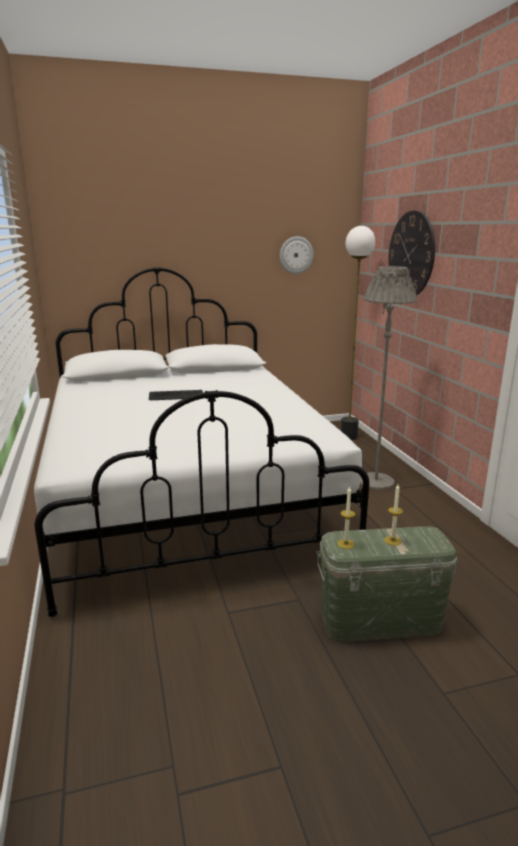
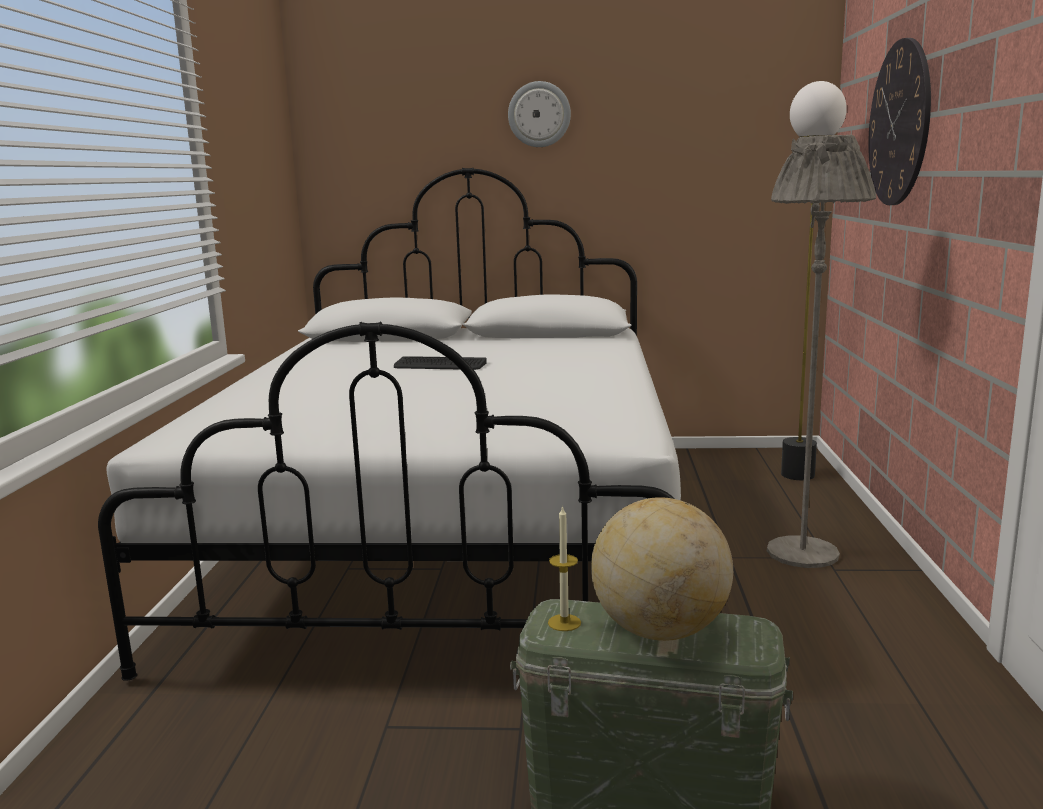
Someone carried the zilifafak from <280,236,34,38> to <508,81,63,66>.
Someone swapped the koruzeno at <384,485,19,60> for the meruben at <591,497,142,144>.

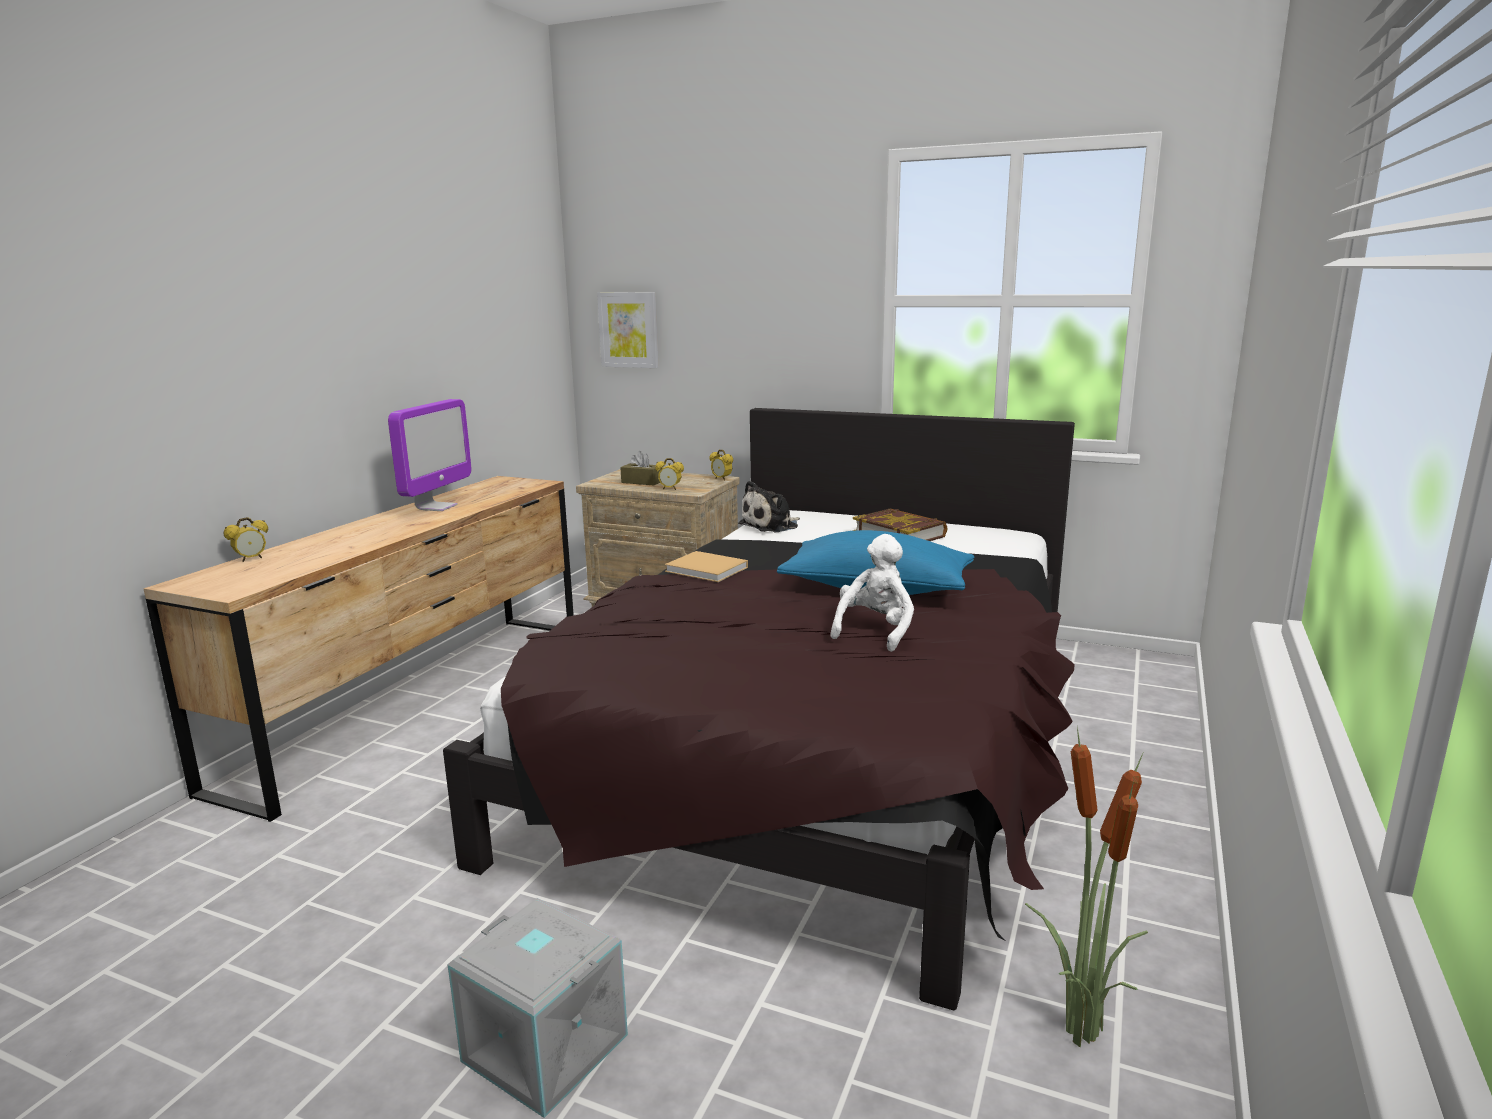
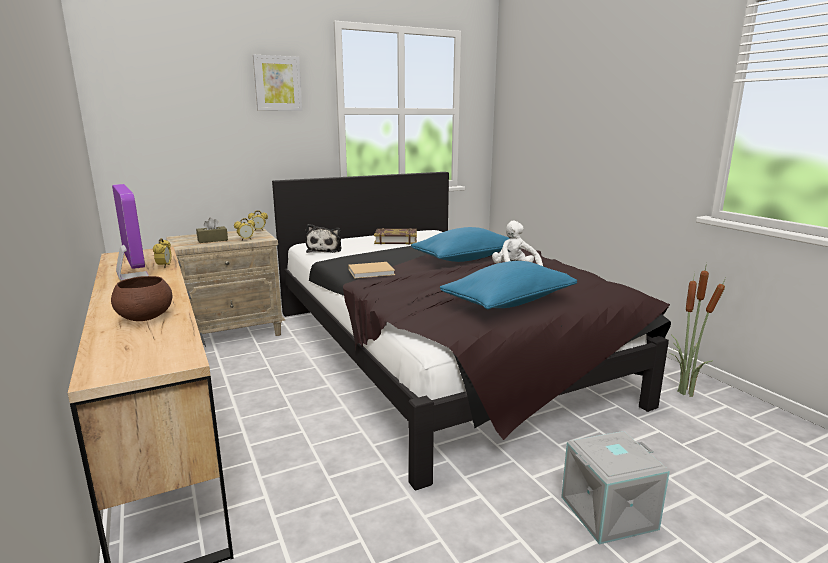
Someone put down the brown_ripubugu at <111,276,61,45>.
Someone put down the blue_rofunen at <440,261,137,48>.
Someone carried the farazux from <223,517,45,45> to <153,238,18,30>.
Someone carried the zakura from <597,292,62,76> to <253,55,49,56>.

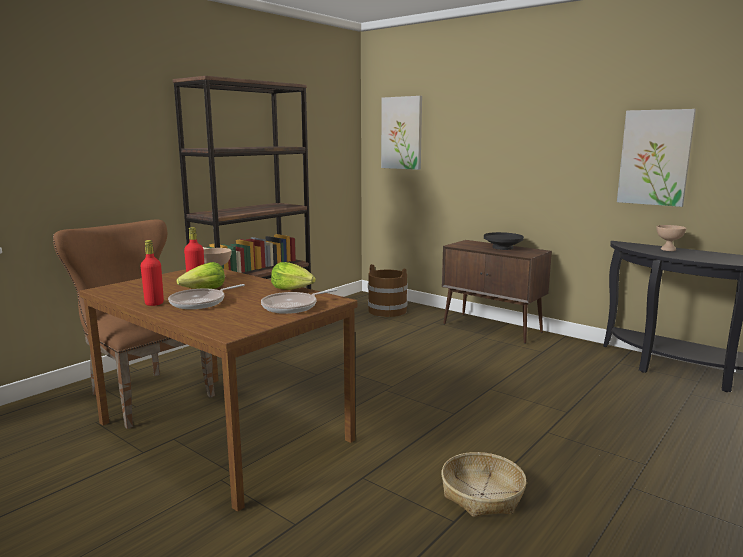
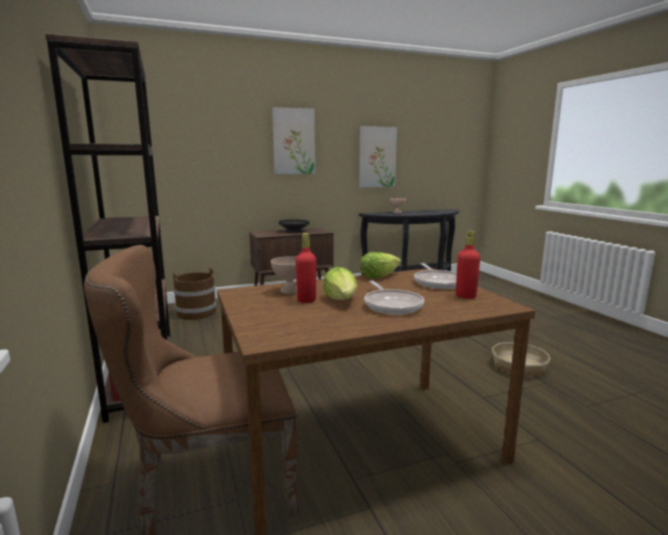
Someone carried the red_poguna from <140,240,24,66> to <456,231,24,68>.
Someone carried the zakura from <381,96,41,74> to <272,107,43,67>.

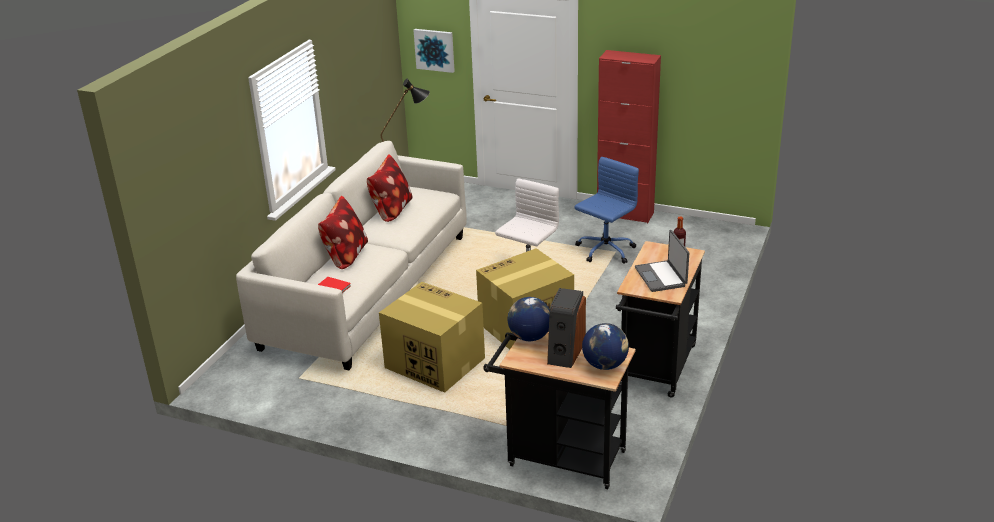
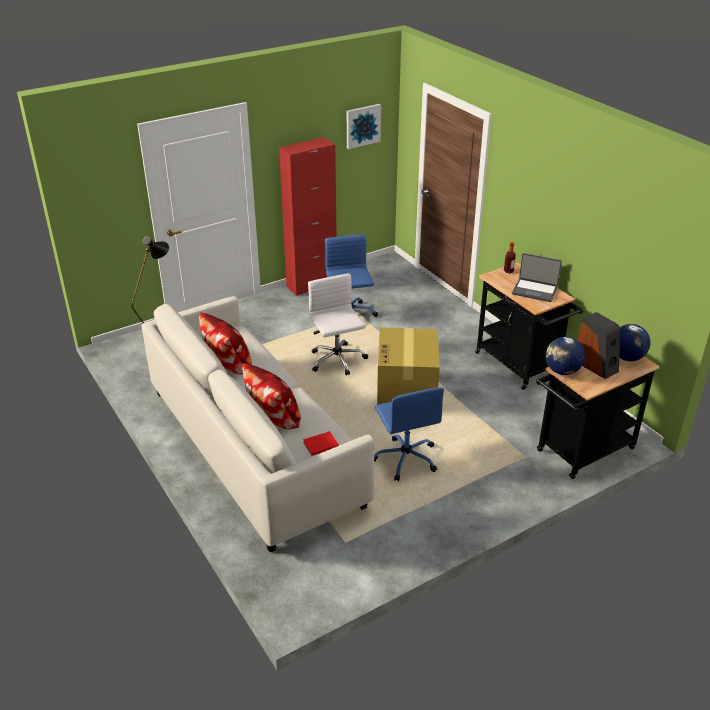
Someone carried the zakura from <414,29,41,44> to <347,104,34,45>.
Someone swapped the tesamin at <379,282,106,111> for the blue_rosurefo at <374,387,70,94>.

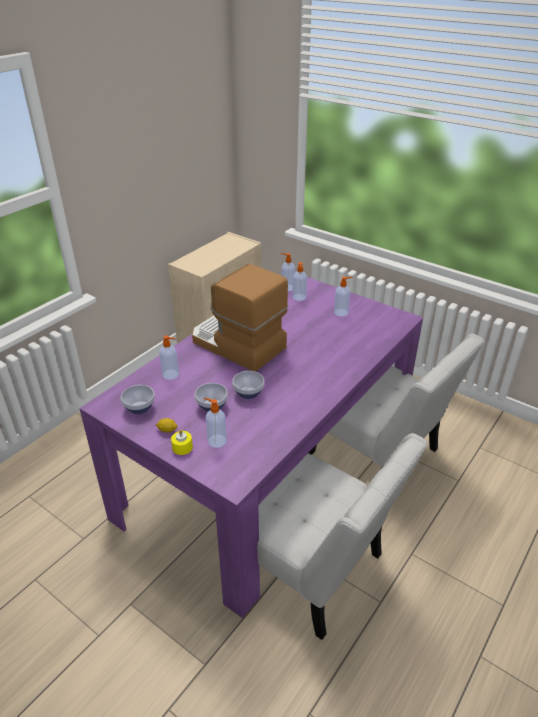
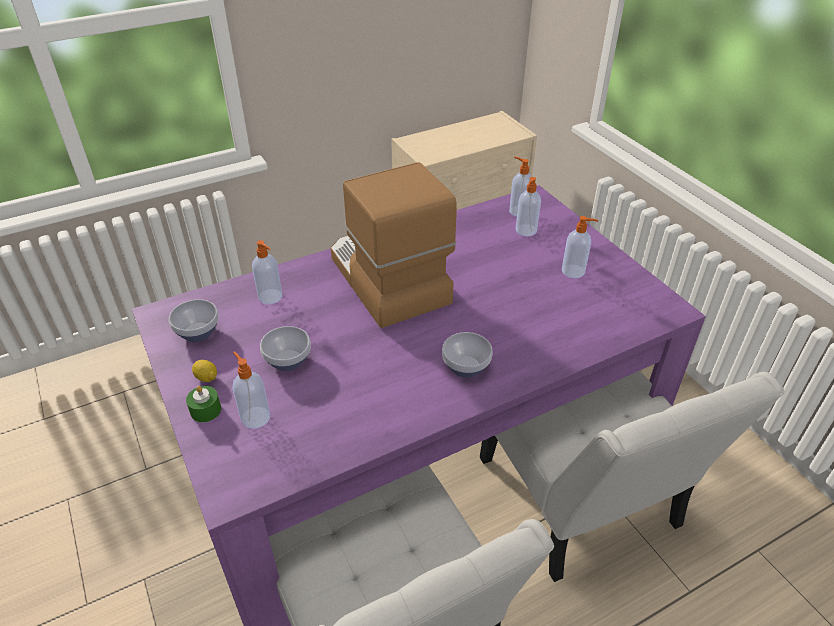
Someone carried the ripubugu from <232,371,33,28> to <442,332,51,46>.
Someone repainted the yellow_koruzeno at <171,430,22,25>, which became the green_koruzeno at <186,386,35,36>.

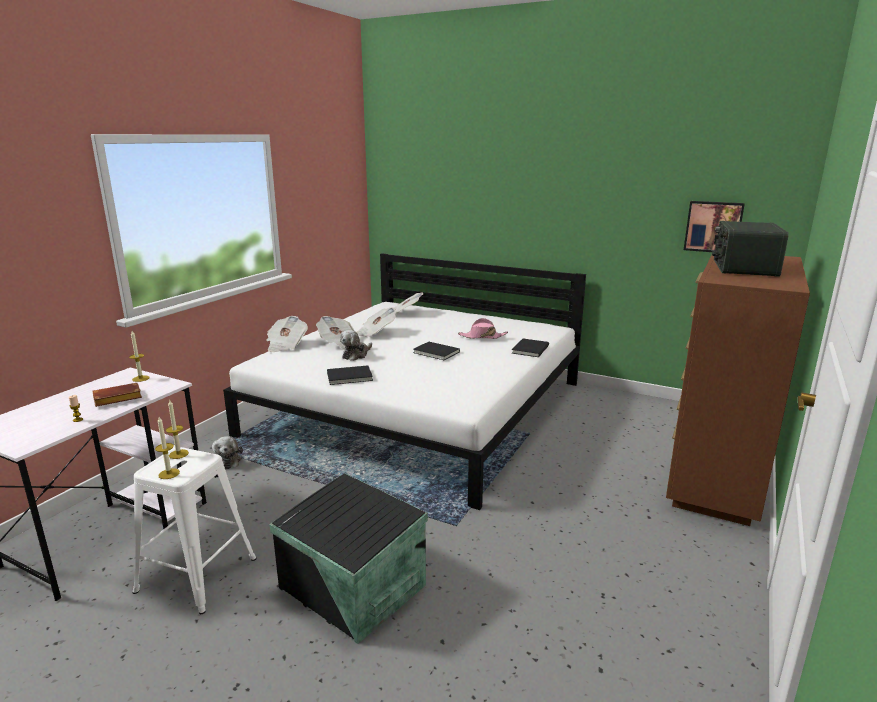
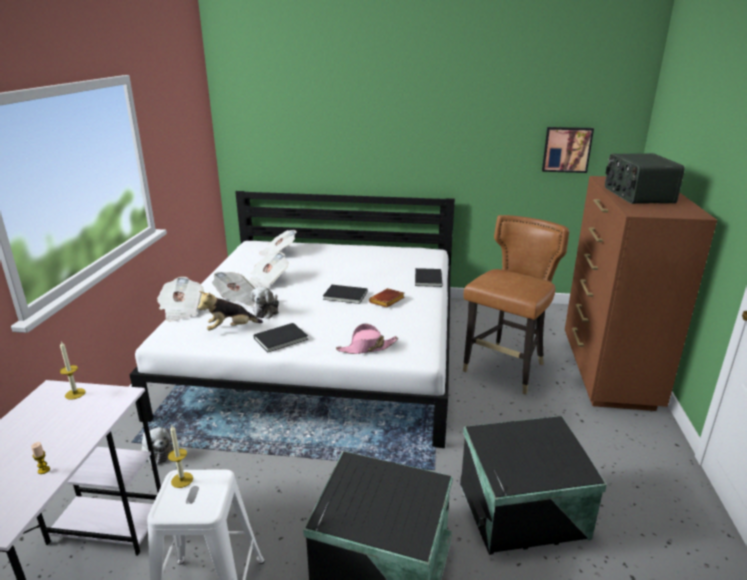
Someone took away the koruzeno at <155,417,25,62>.
Someone put down the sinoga at <198,291,65,40>.
Someone put down the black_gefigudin at <460,416,147,139>.
Someone put down the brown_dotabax at <463,215,106,180>.
Someone carried the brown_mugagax from <92,383,50,24> to <369,288,36,20>.
Someone carried the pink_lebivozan from <458,318,50,21> to <336,324,62,30>.

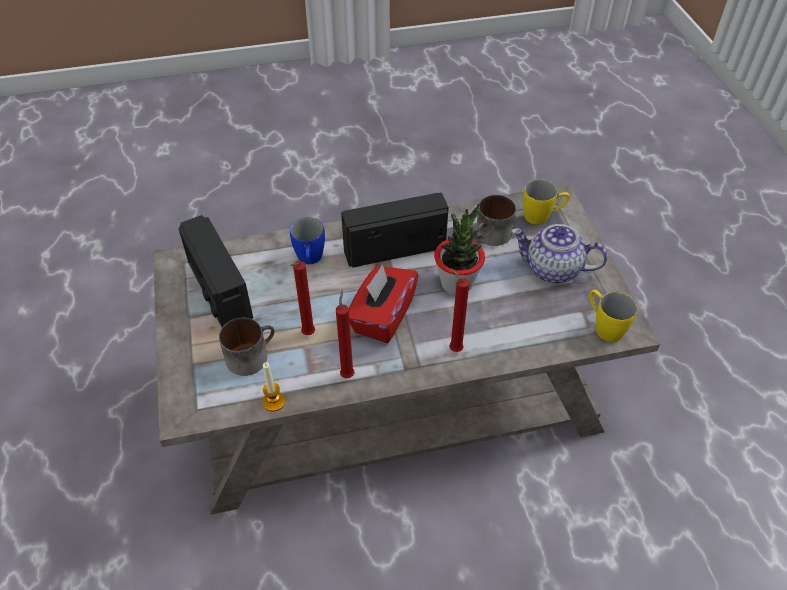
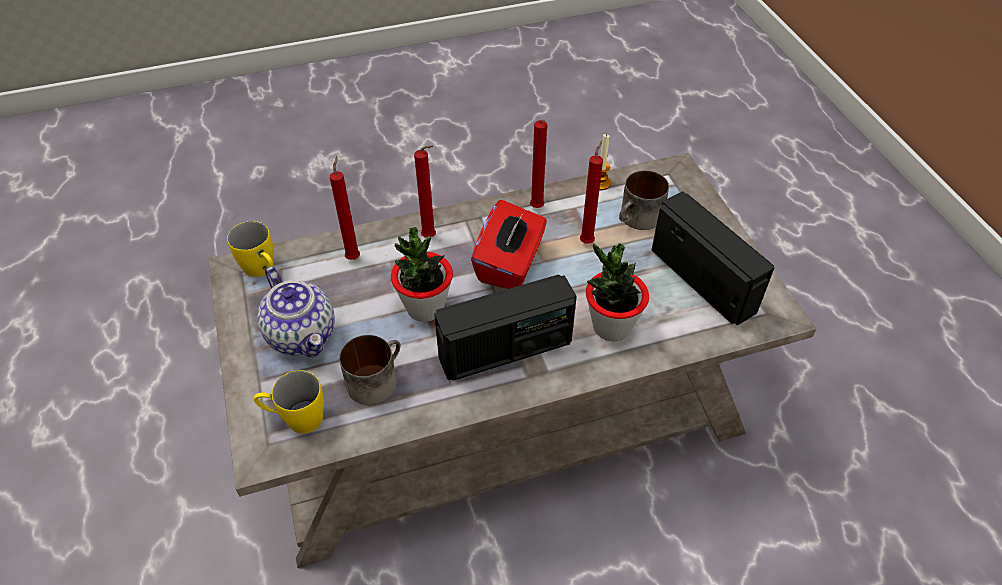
Someone put down the red_koruzeno at <330,156,30,104>.
Someone swapped the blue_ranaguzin at <290,217,35,47> for the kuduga at <586,243,63,98>.
Someone rotated the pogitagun at <511,224,96,59> by 45 degrees clockwise.

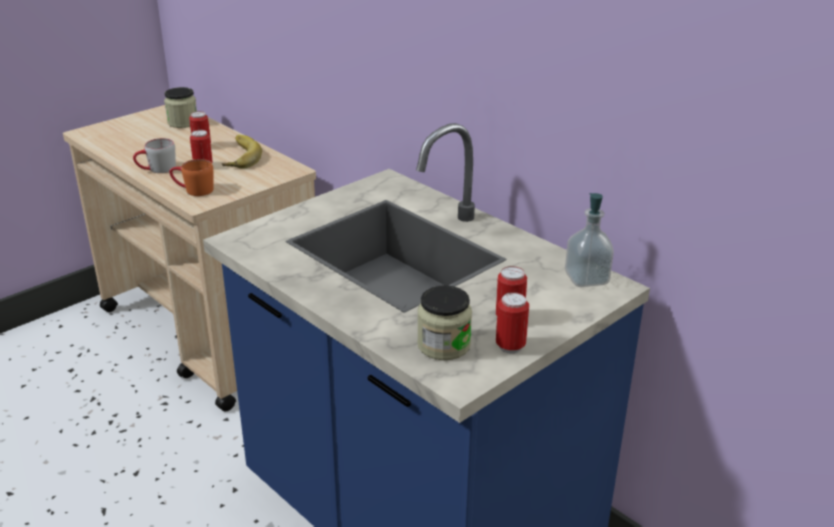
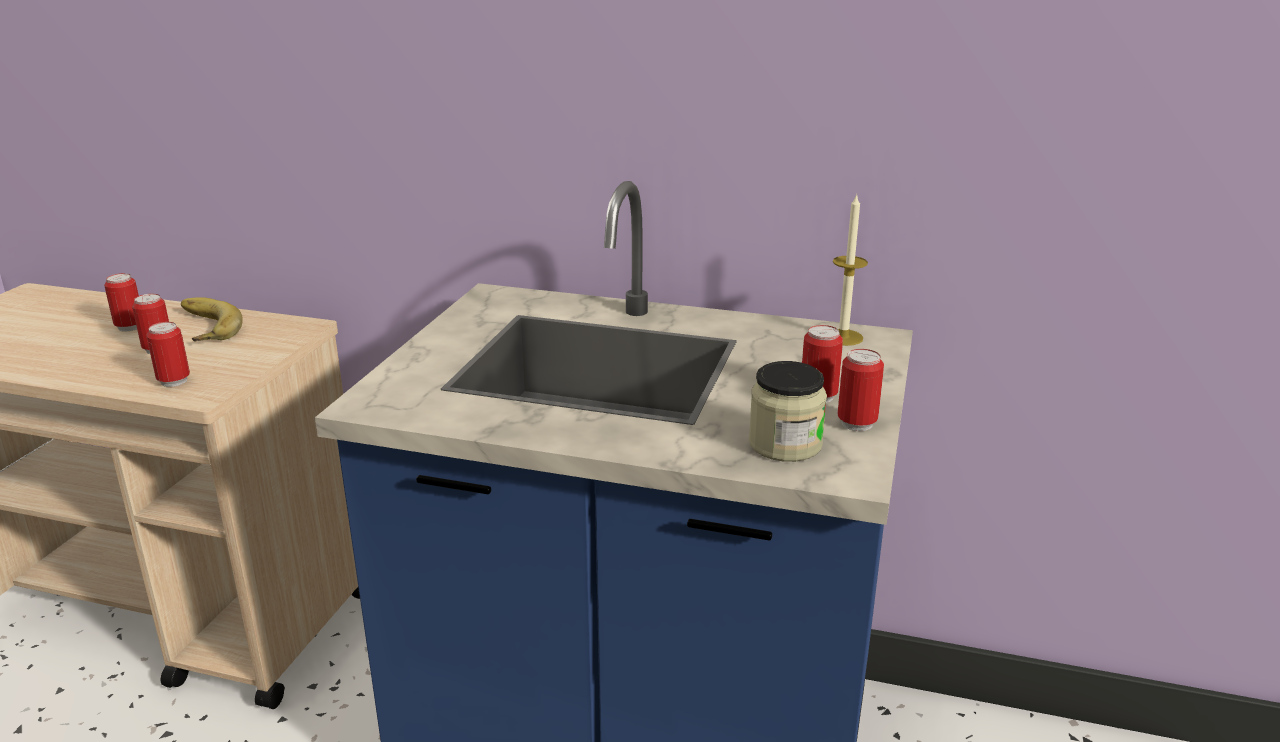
Someone took away the grey_ranaguzin at <133,138,43,35>.
Someone took away the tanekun at <164,87,33,41>.
Someone swapped the orange_ranaguzin at <169,159,45,37> for the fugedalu at <146,322,44,65>.
Someone swapped the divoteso at <565,193,49,94> for the koruzeno at <833,193,35,153>.

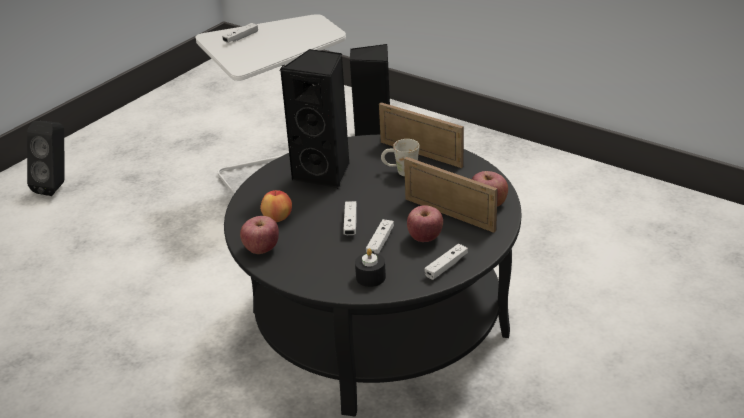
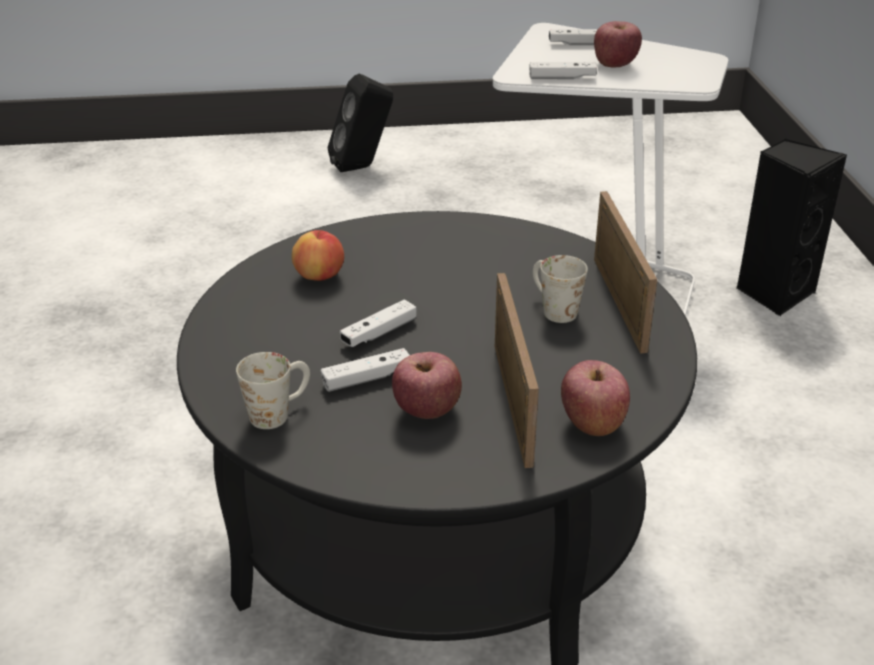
Someone took away the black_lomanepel at <280,49,70,140>.
Someone carried the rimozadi from <240,216,39,38> to <594,21,48,47>.
Someone carried the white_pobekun from <424,244,44,36> to <530,62,67,17>.
Someone swapped the black_koruzeno at <355,248,31,39> for the white_ranaguzin at <236,352,74,77>.

